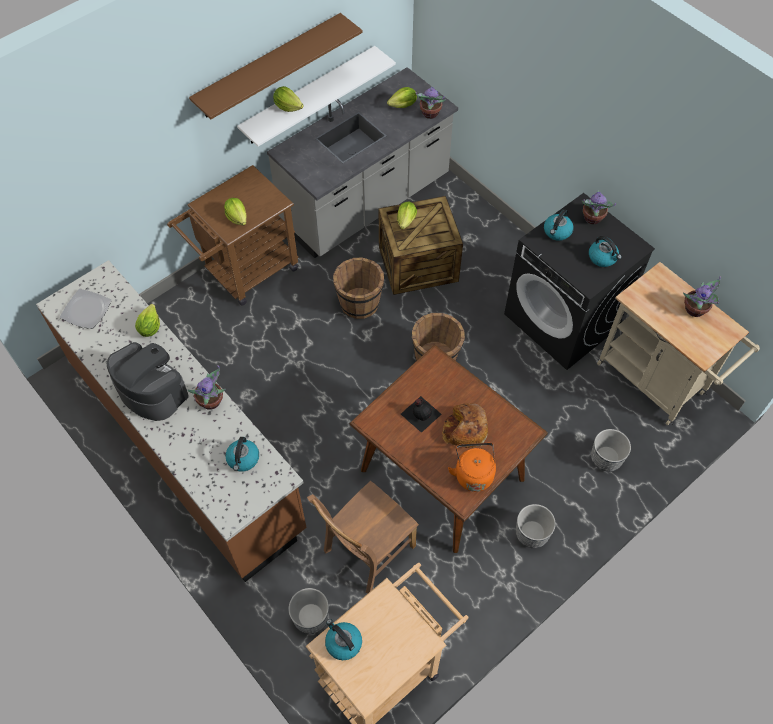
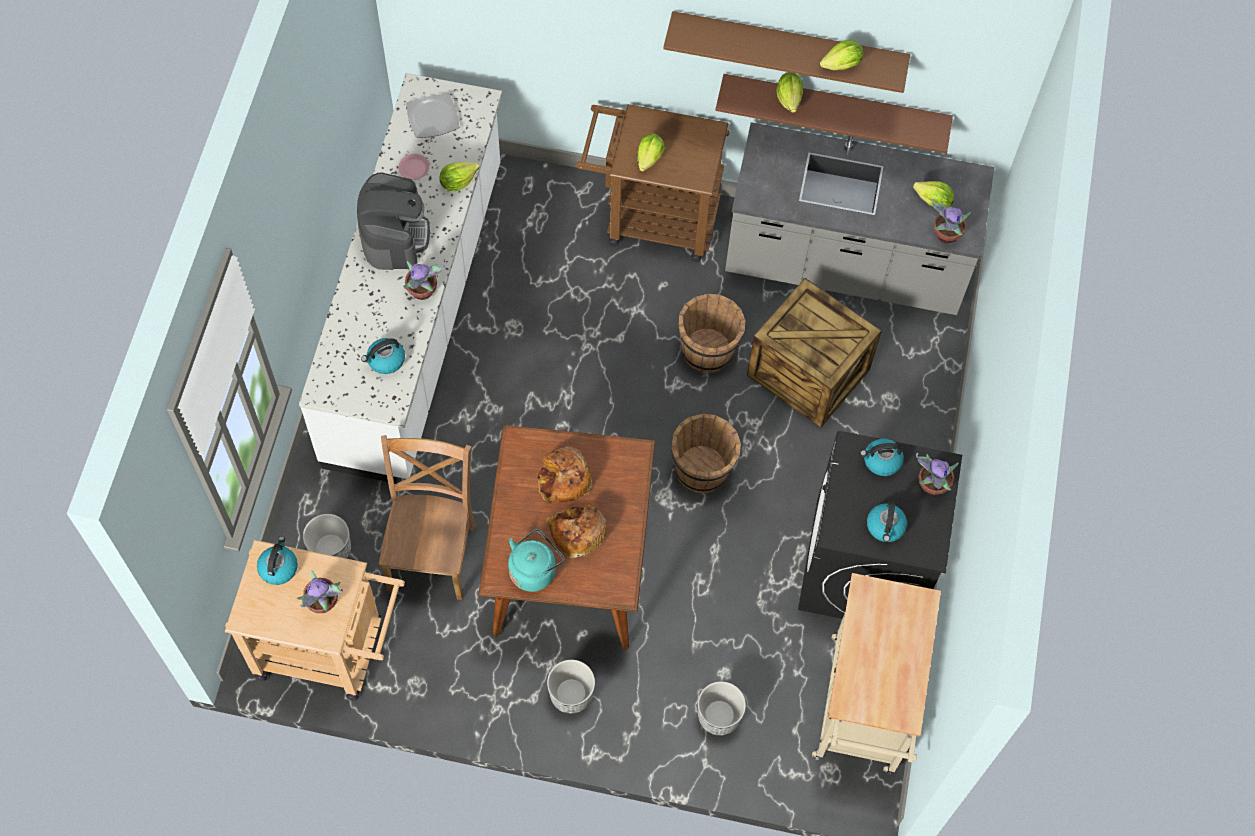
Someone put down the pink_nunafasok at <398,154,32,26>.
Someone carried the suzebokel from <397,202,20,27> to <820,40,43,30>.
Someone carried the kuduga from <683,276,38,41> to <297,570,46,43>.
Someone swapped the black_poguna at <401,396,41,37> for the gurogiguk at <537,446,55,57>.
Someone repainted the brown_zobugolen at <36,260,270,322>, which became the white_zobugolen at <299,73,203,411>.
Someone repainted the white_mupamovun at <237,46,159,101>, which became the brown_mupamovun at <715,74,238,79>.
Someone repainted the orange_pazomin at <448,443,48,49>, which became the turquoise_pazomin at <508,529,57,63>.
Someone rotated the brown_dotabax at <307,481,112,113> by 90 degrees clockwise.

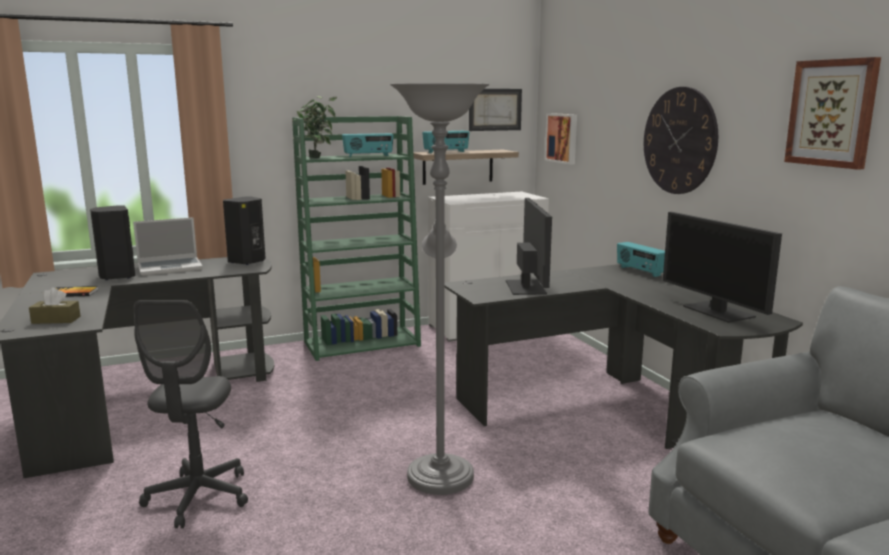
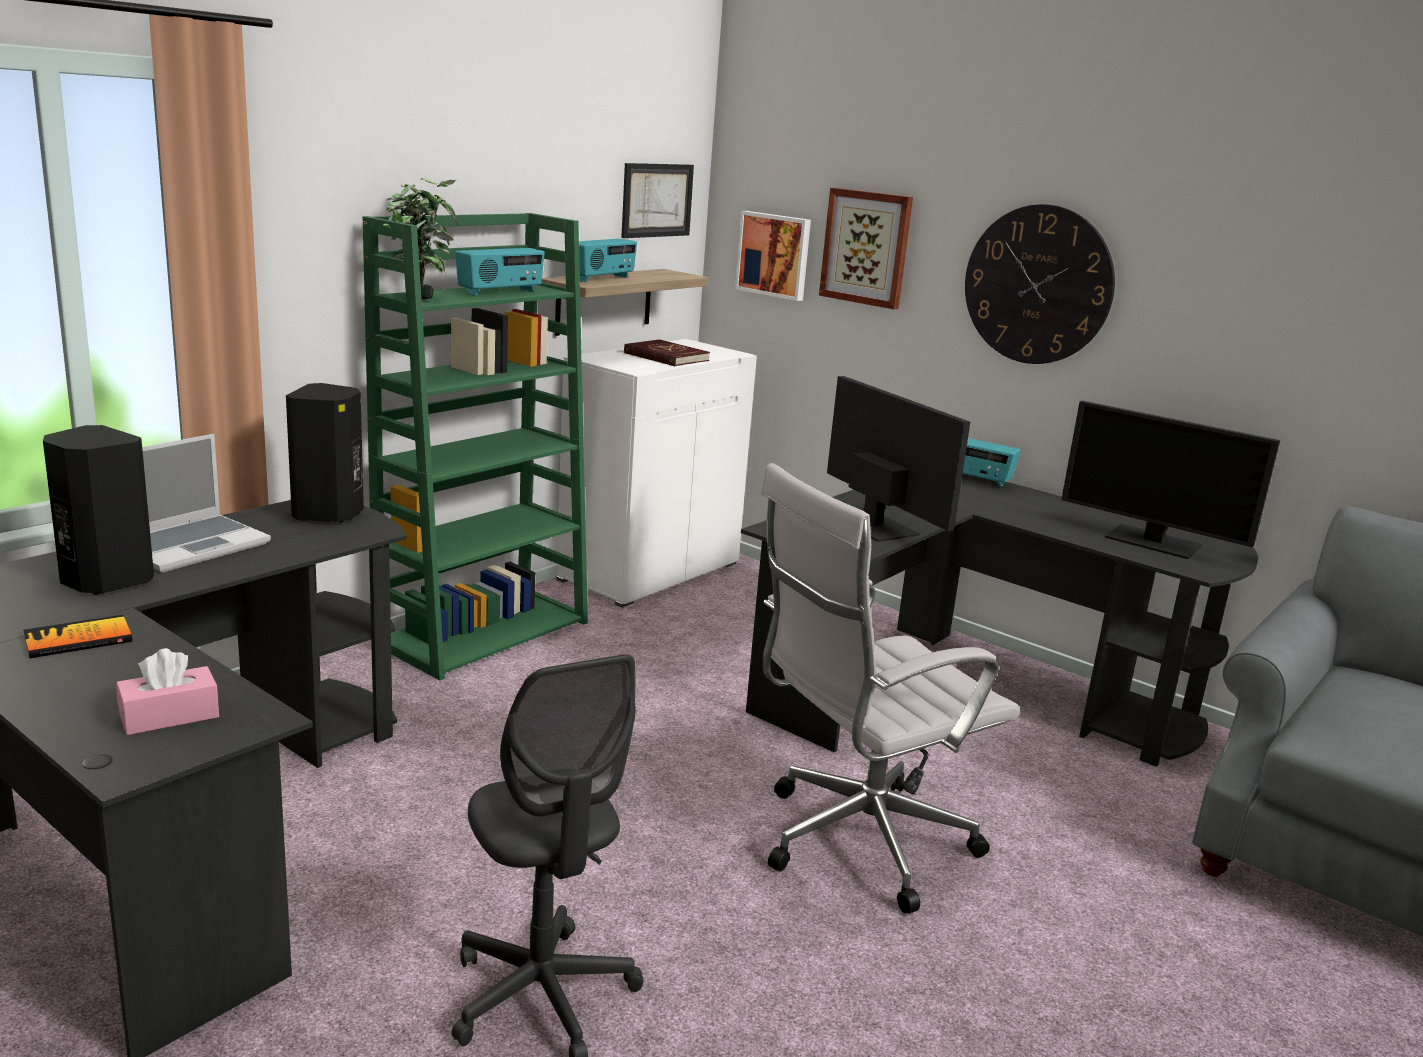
Someone put down the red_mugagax at <624,339,86,27>.
Someone carried the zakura from <784,57,97,113> to <819,188,94,121>.
Someone swapped the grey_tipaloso at <390,83,100,412> for the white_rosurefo at <761,463,259,451>.
Someone repainted the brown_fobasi at <29,288,51,36>, which became the pink_fobasi at <116,648,103,87>.

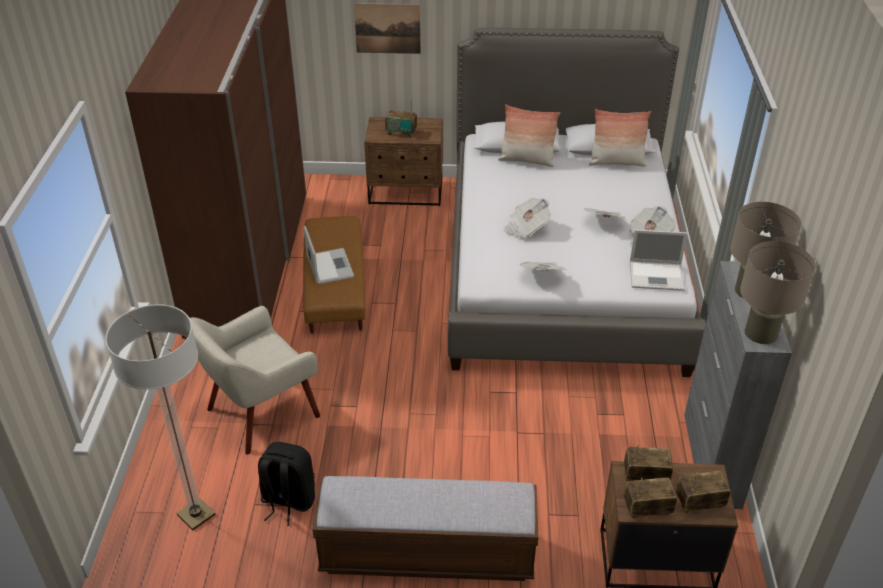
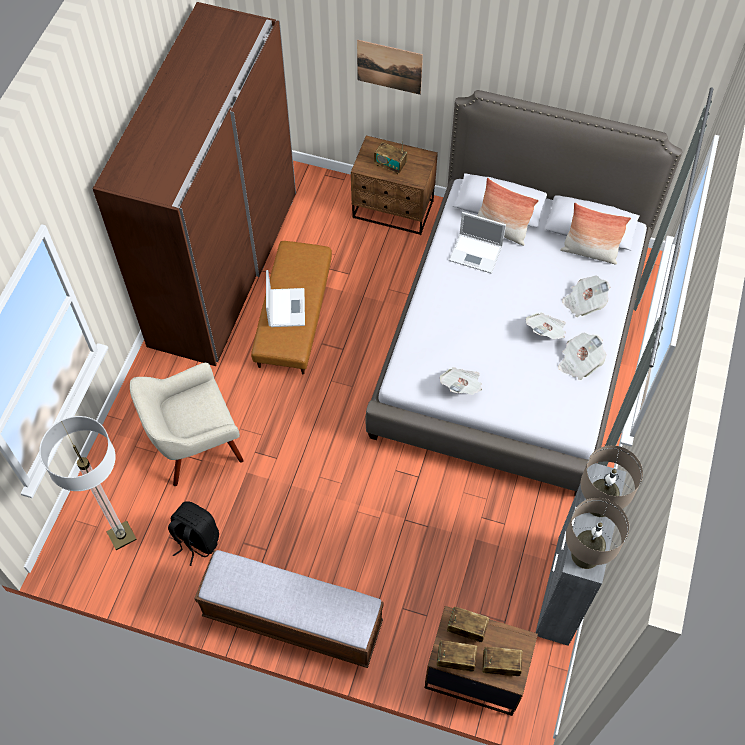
Someone carried the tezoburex from <504,198,47,41> to <562,275,49,42>.
Someone carried the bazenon from <630,230,57,61> to <449,212,57,62>.

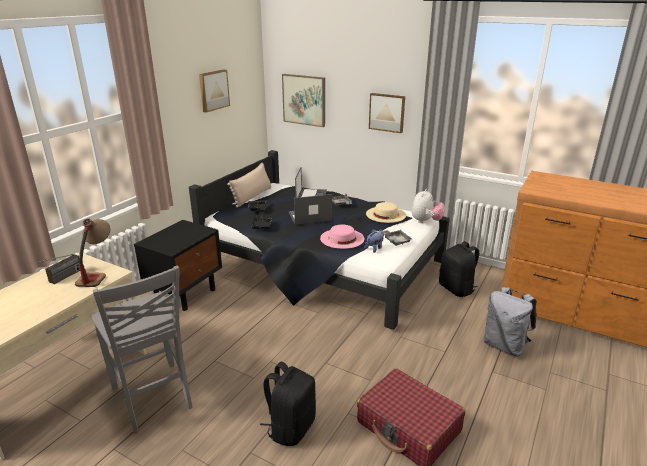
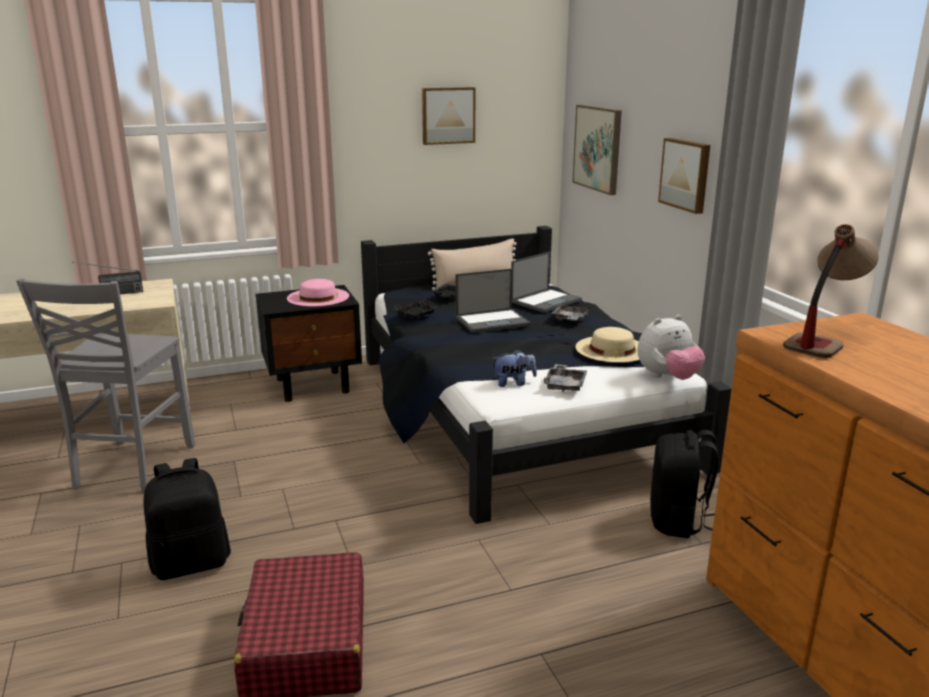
Someone took away the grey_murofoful at <483,287,53,69>.
Someone carried the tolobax from <75,218,35,69> to <783,224,96,134>.
Someone carried the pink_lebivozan from <320,225,45,24> to <287,279,62,27>.
Someone rotated the bazenon at <289,194,43,31> by 135 degrees clockwise.

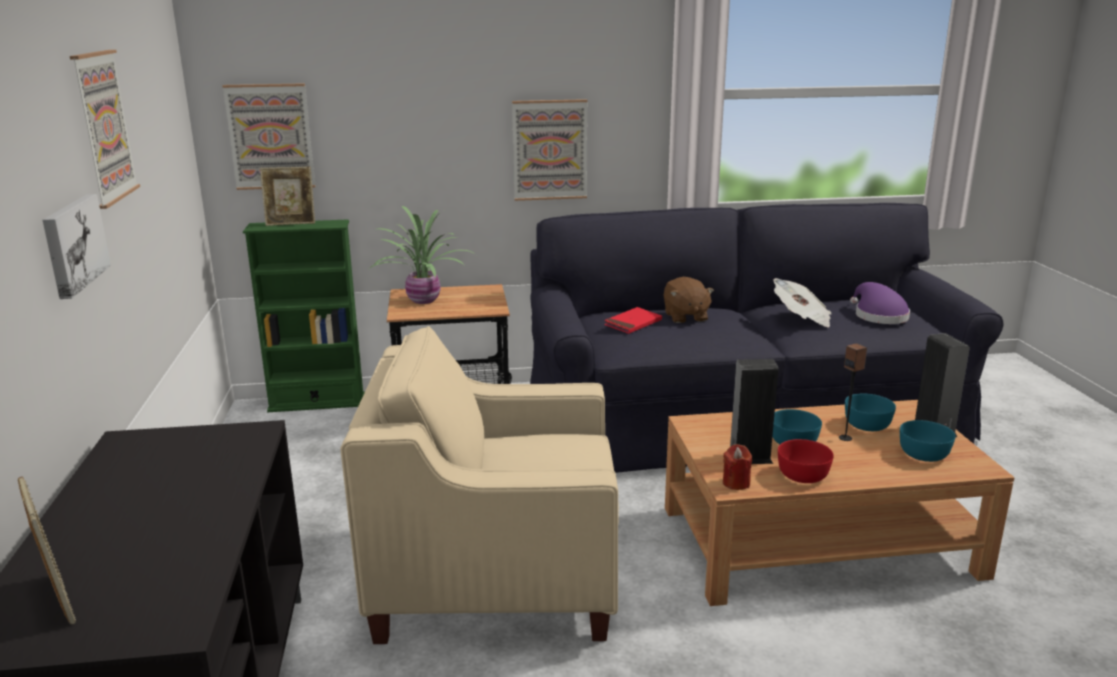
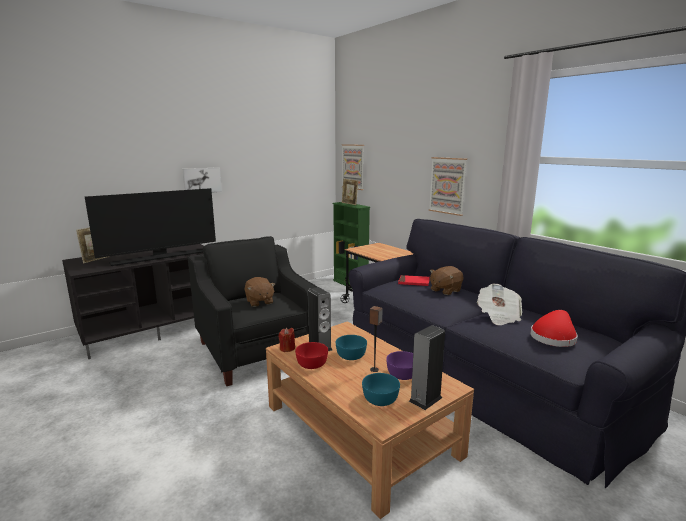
Someone took away the zakura at <70,50,70,159>.
Someone took away the kuduga at <369,206,107,98>.
Someone put down the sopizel at <85,188,131,78>.
Someone put down the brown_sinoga at <245,277,30,30>.
Someone repainted the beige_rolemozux at <340,326,279,318>, which became the black_rolemozux at <187,236,130,150>.
Someone repainted the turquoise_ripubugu at <845,393,51,38>, which became the purple_ripubugu at <386,351,27,29>.
Someone repainted the purple_lebivozan at <850,282,60,42>, which became the red_lebivozan at <531,310,47,37>.

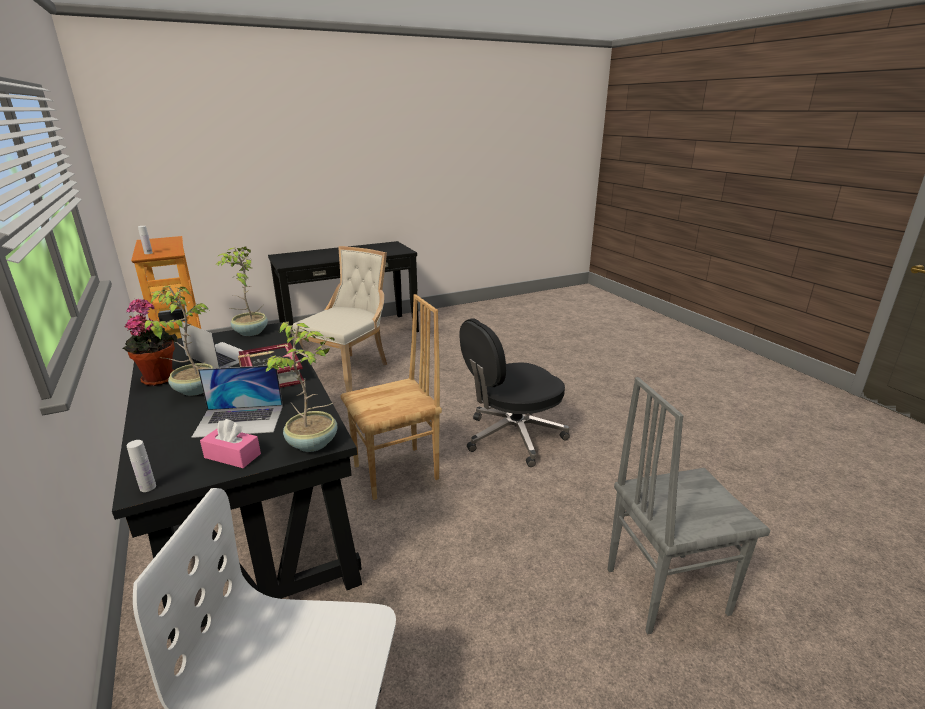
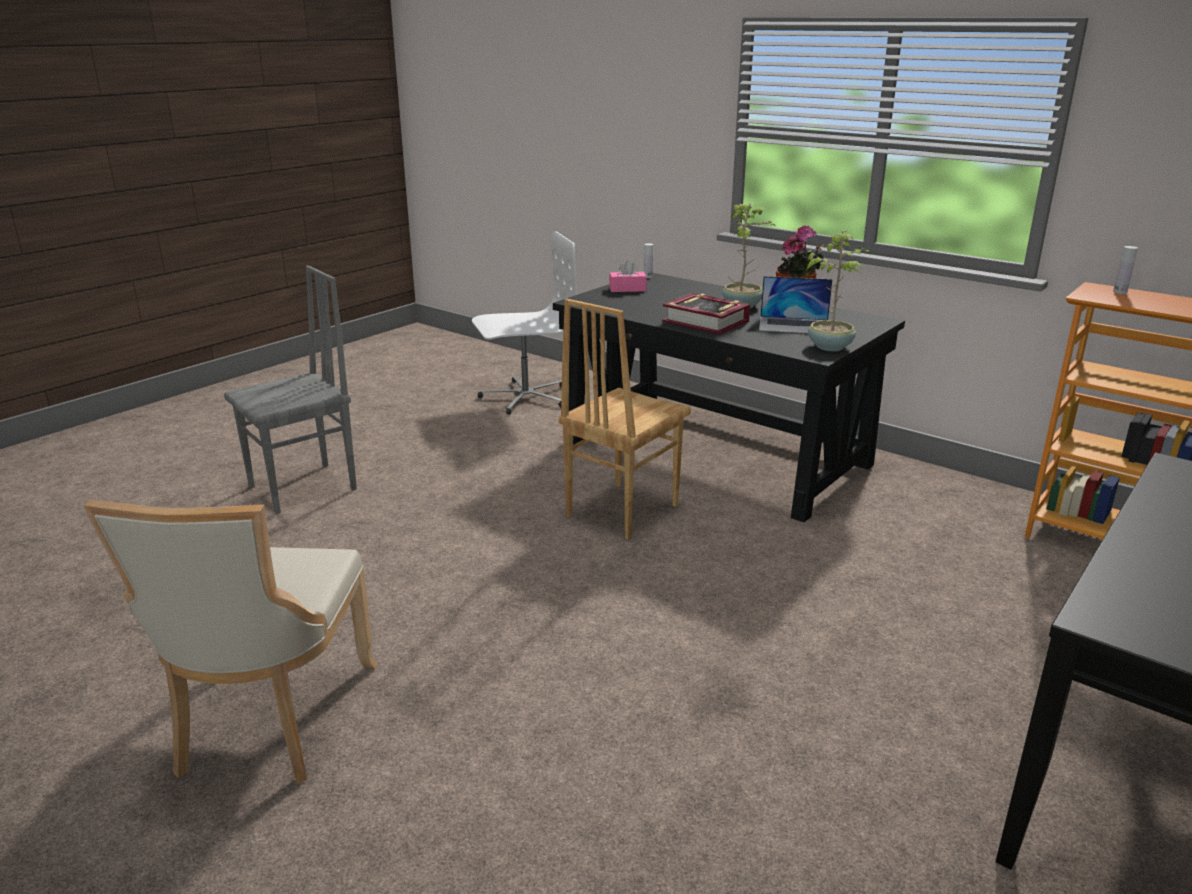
Someone took away the bazenon at <191,365,92,73>.
Someone took away the kuduga at <265,321,72,131>.
Someone took away the black_rosurefo at <459,318,111,149>.
Someone carried the beige_dotabax from <292,246,95,147> to <84,499,293,285>.

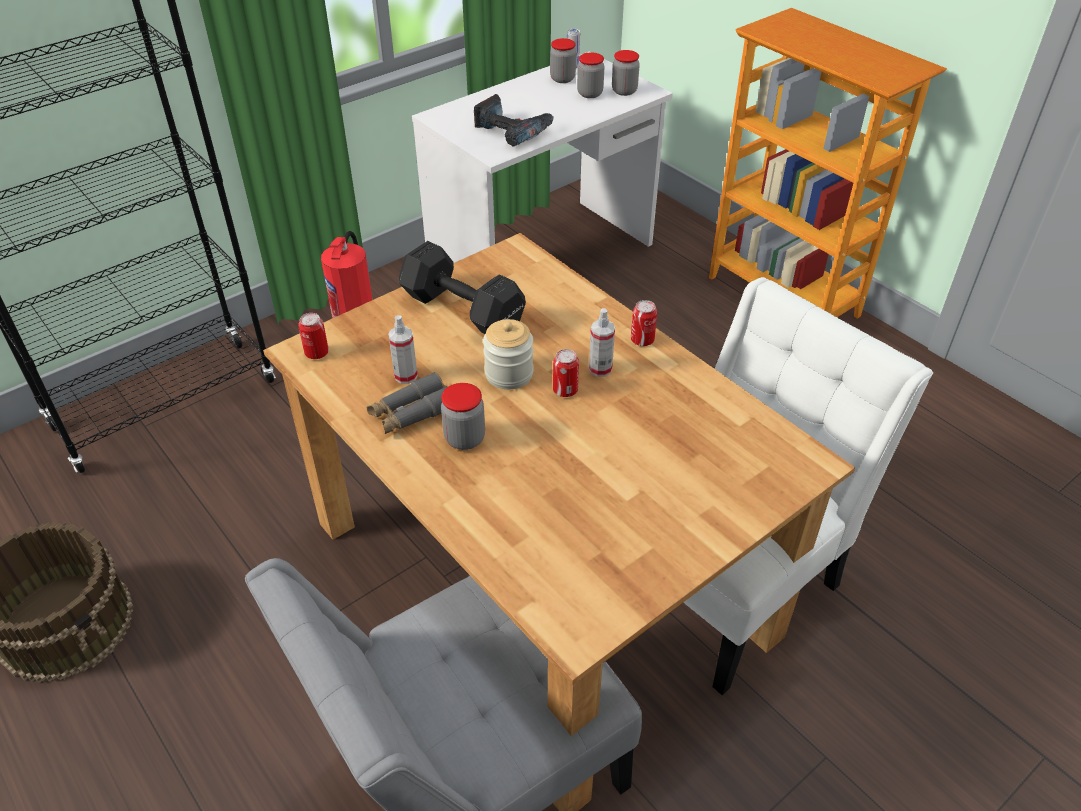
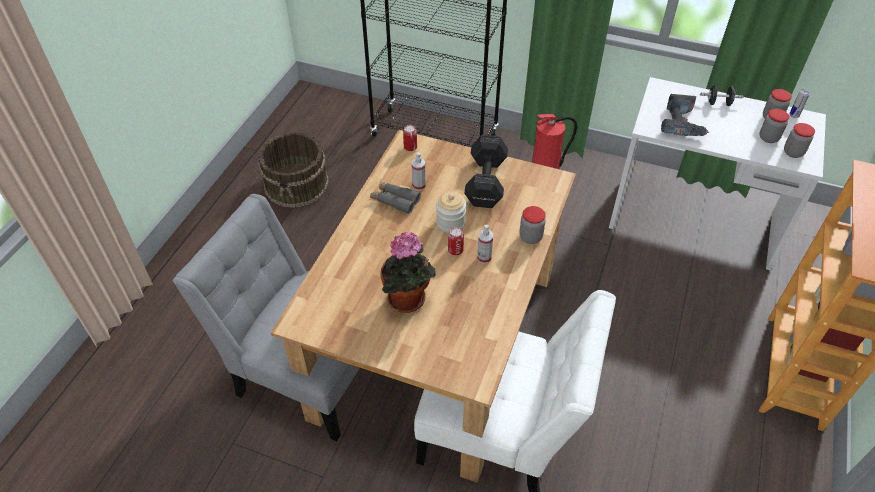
Someone took away the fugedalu at <631,300,26,46>.
Someone put down the kuduga at <381,232,55,81>.
Someone put down the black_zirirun at <700,85,44,21>.
Someone carried the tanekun from <441,383,44,67> to <519,206,27,38>.

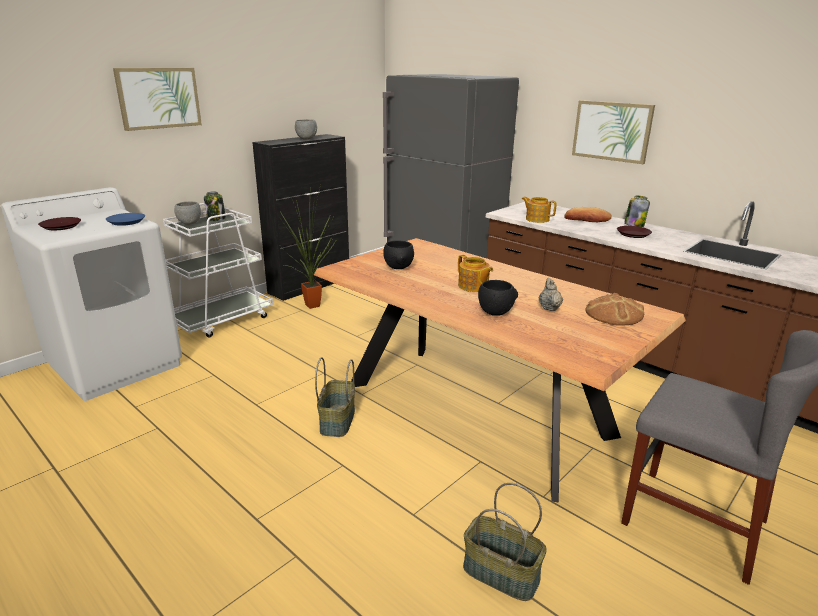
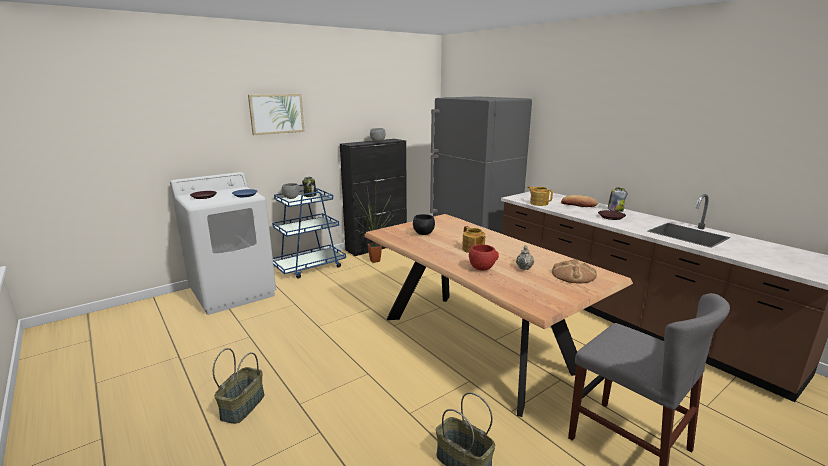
Someone took away the zakura at <572,100,83,64>.
Someone carried the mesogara from <315,357,40,80> to <213,348,52,76>.
Someone repainted the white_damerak at <163,203,110,135>, which became the blue_damerak at <272,185,74,94>.
Someone repainted the black_ripubugu at <478,280,40,36>, which became the red_ripubugu at <469,244,30,27>.

